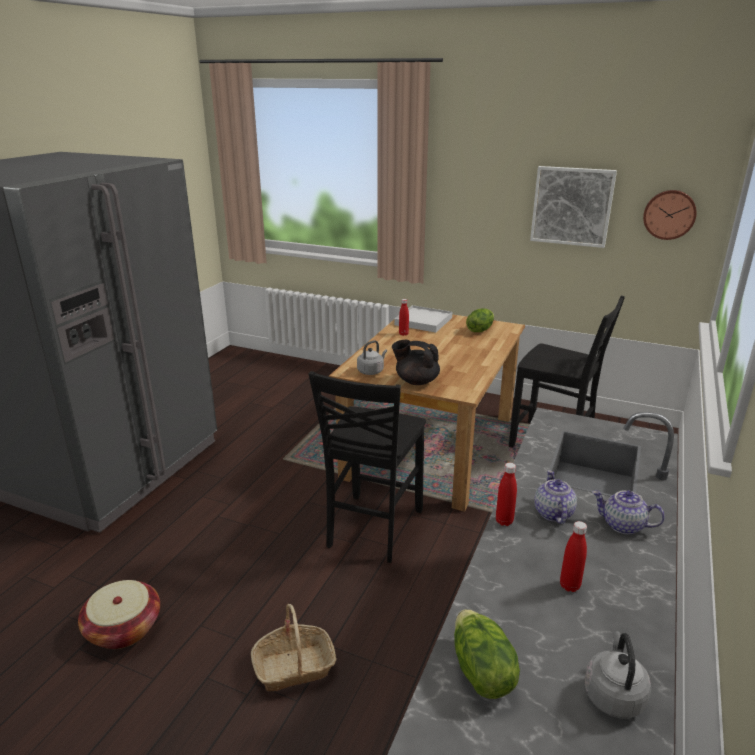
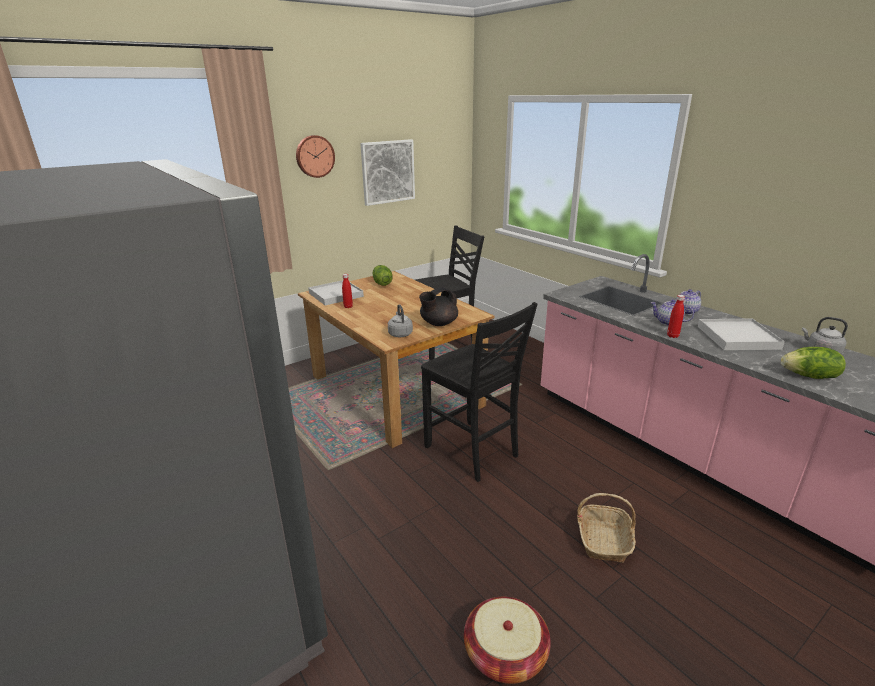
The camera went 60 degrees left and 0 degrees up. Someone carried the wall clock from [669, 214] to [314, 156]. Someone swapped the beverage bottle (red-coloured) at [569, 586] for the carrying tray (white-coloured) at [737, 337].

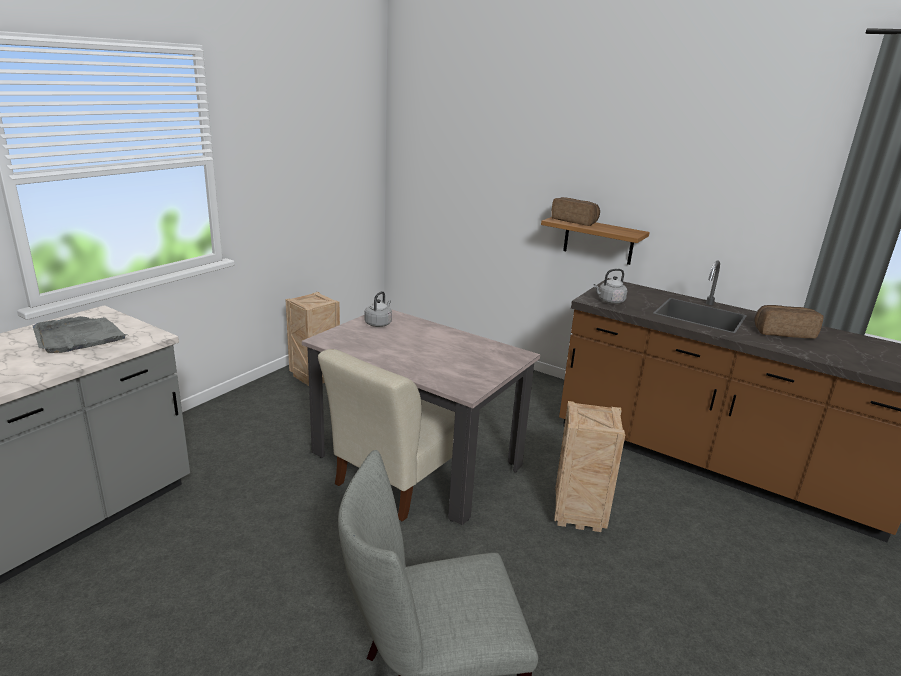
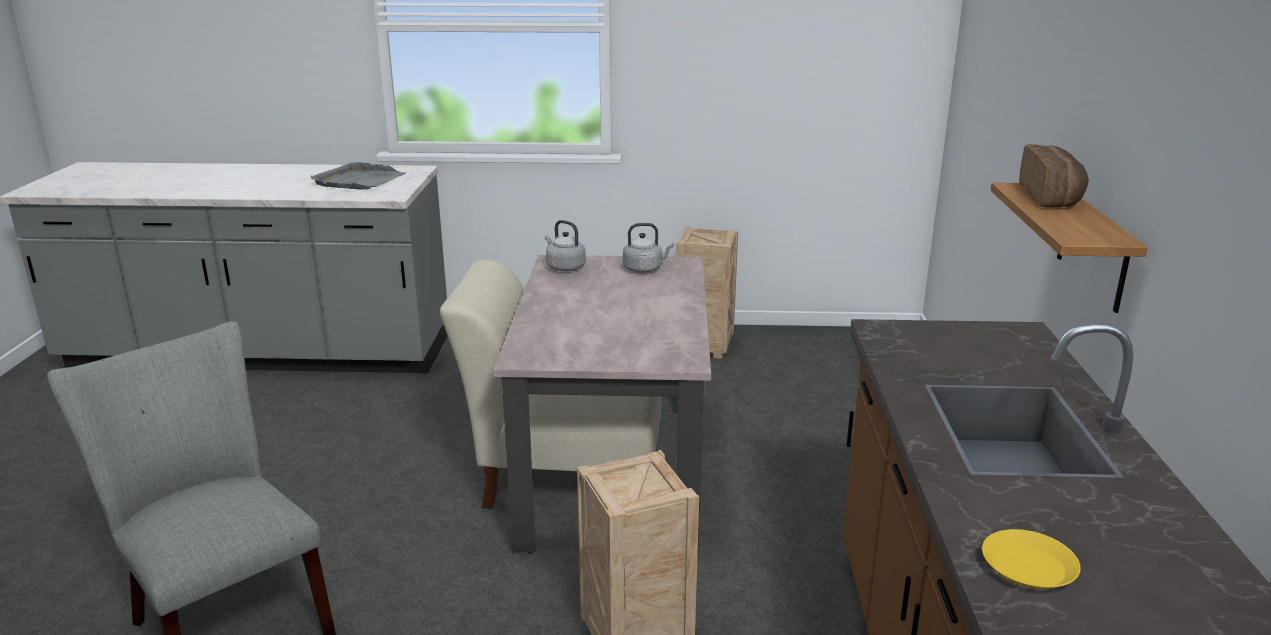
The camera went 60 degrees right and 0 degrees up. Someone carried the kettle (grey) from [609, 301] to [564, 267]. Someone took away the bakery bread at [783, 332]. Someone put down the flat dish (yellowish) at [1027, 566].

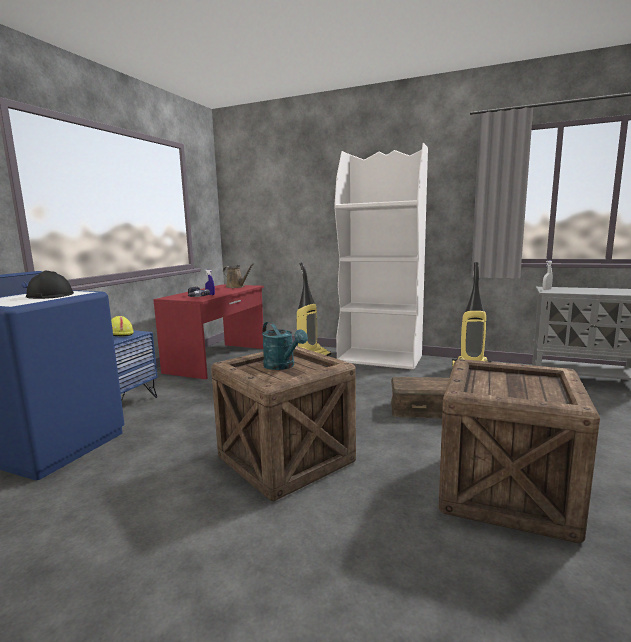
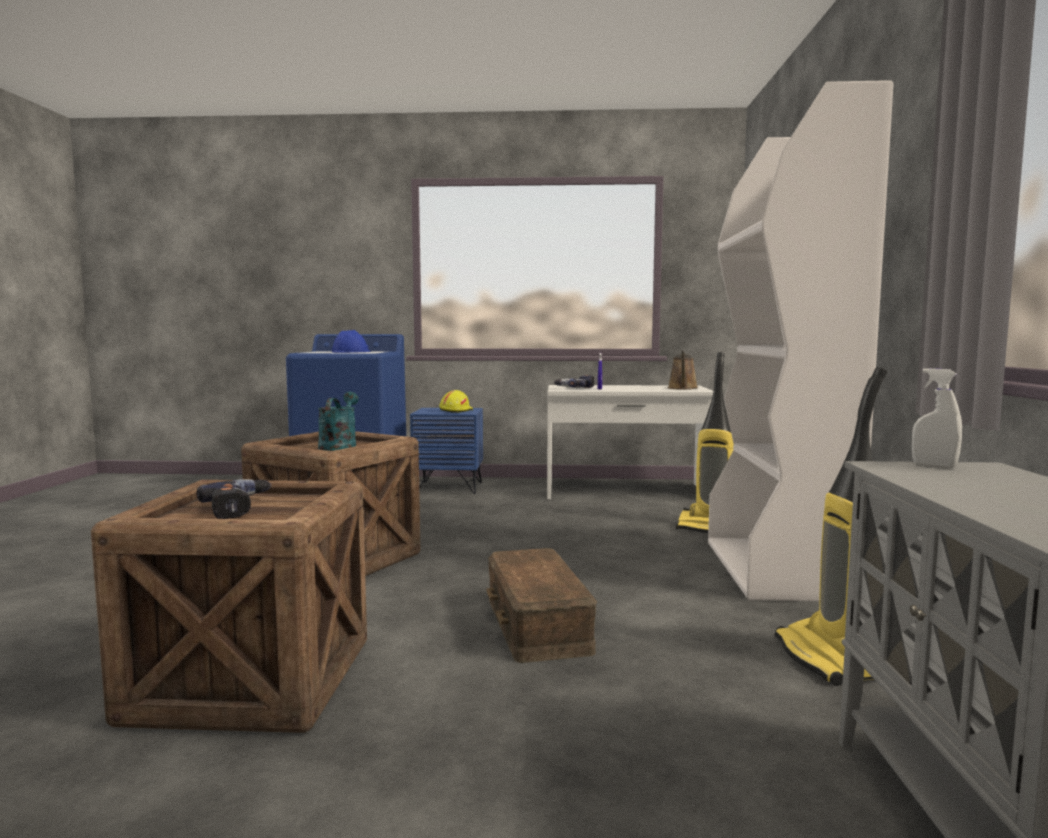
The camera went 70 degrees right and 5 degrees down. Someone repainted the safety helmet (blackish) at [50, 295], which became the safety helmet (blue) at [351, 352]. Someone repainted the desk (red-coloured) at [218, 360], which became the desk (white-coloured) at [625, 491]. Someone rotated the watering can (blue-green) at [282, 366] by 150 degrees clockwise. Someone put down the power drill at [240, 509].

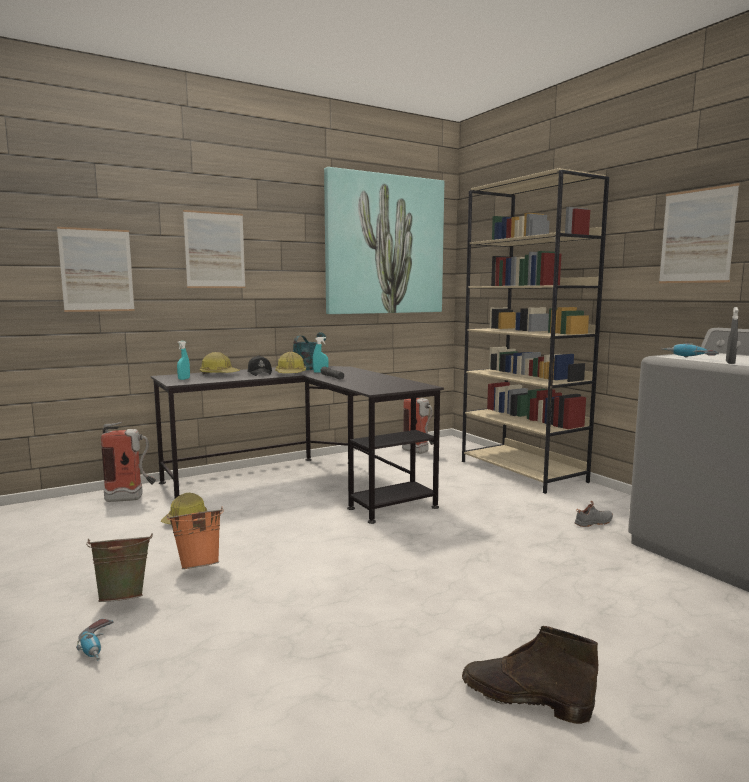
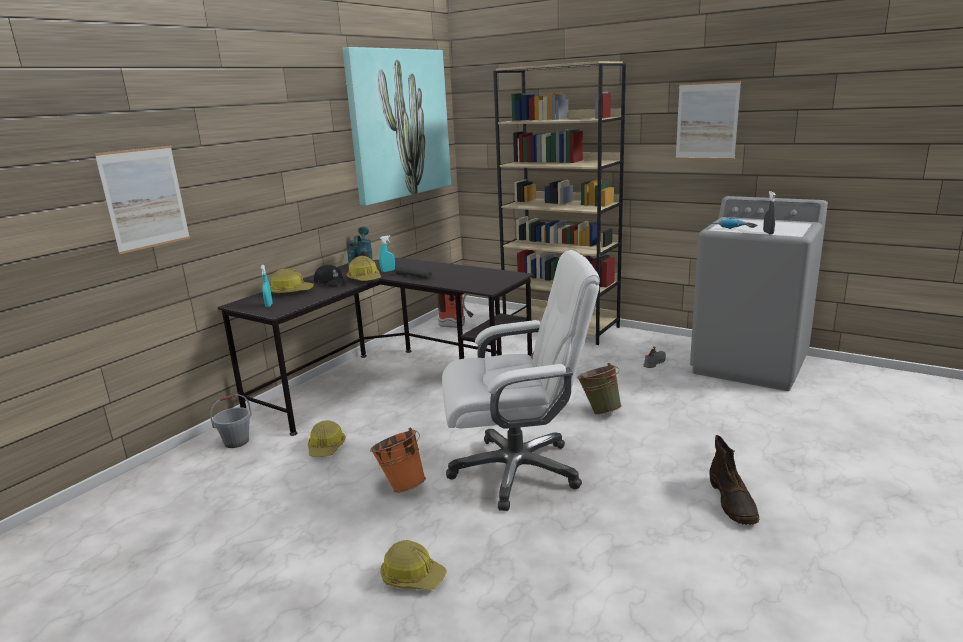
The camera went 25 degrees left and 10 degrees up. Someone took away the wall picture at [215, 250]. Someone swapped the fire extinguisher at [131, 498] for the pail (grey) at [236, 441]. Someone carried the pail (green-coloured) from [124, 597] to [599, 410]. Someone swapped the power drill at [98, 647] for the safety helmet at [412, 576]. Someone rotated the boot (brownish) at [523, 698] by 90 degrees counterclockwise. Someone put down the desk chair (white-coloured) at [517, 470].

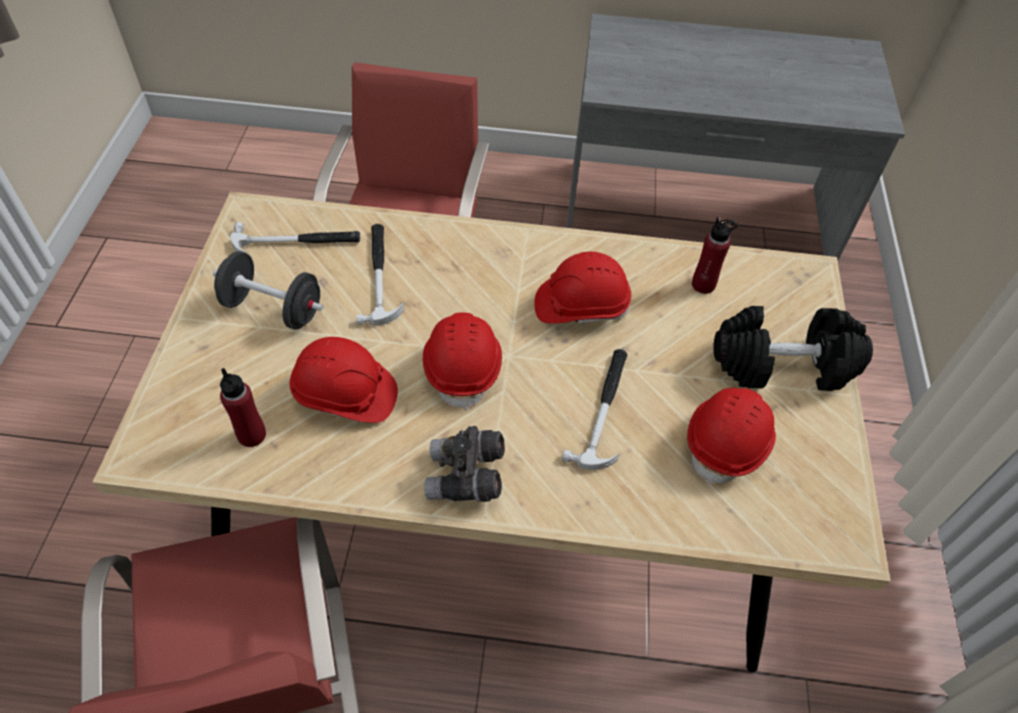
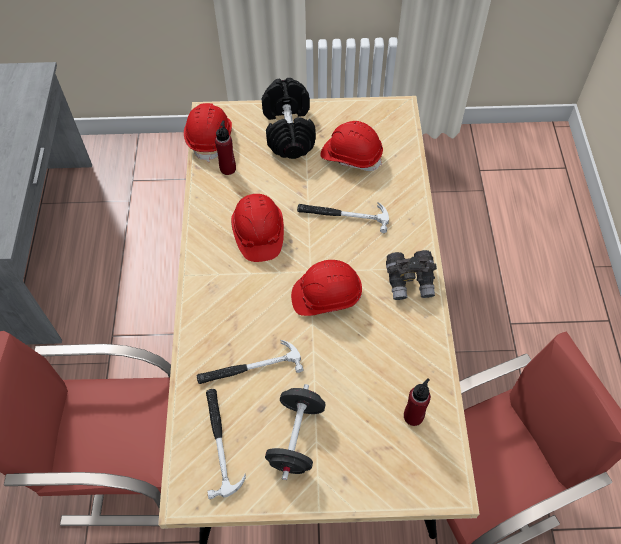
The camera went 95 degrees left and 5 degrees up. Someone carried the safety helmet (red-coloured) from [345, 395] to [210, 138].

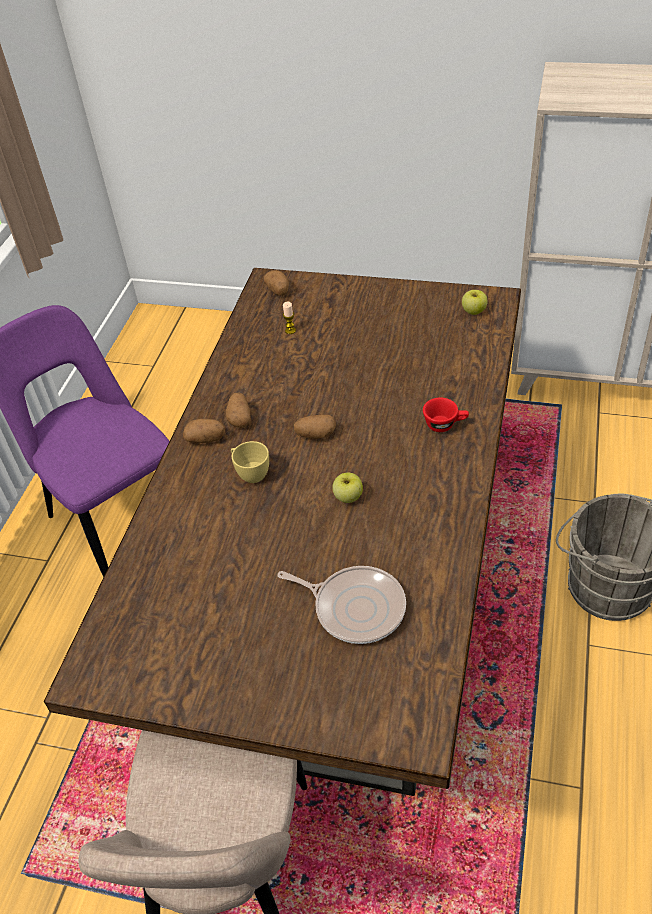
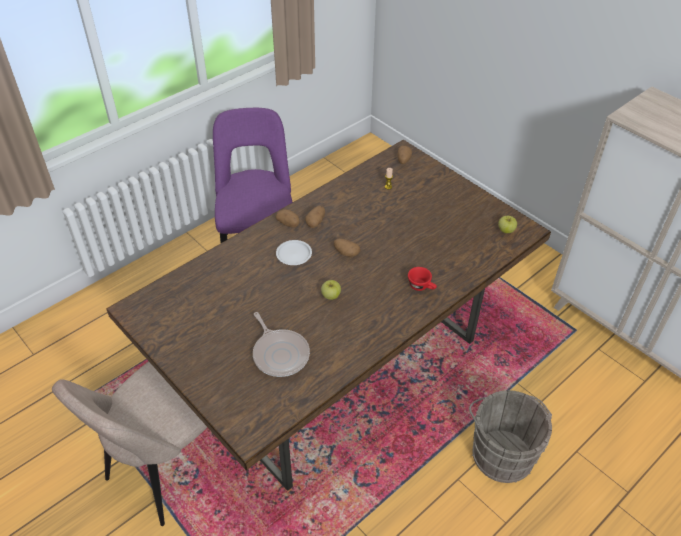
The camera went 30 degrees right and 0 degrees up. Someone swapped the small cup (yellowish) at [250, 473] for the flat dish (white-coloured) at [293, 254].

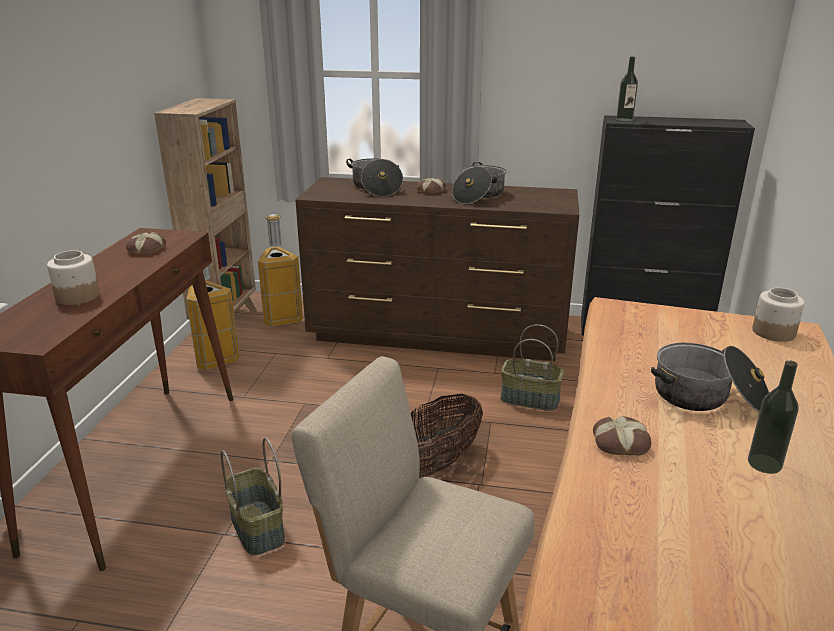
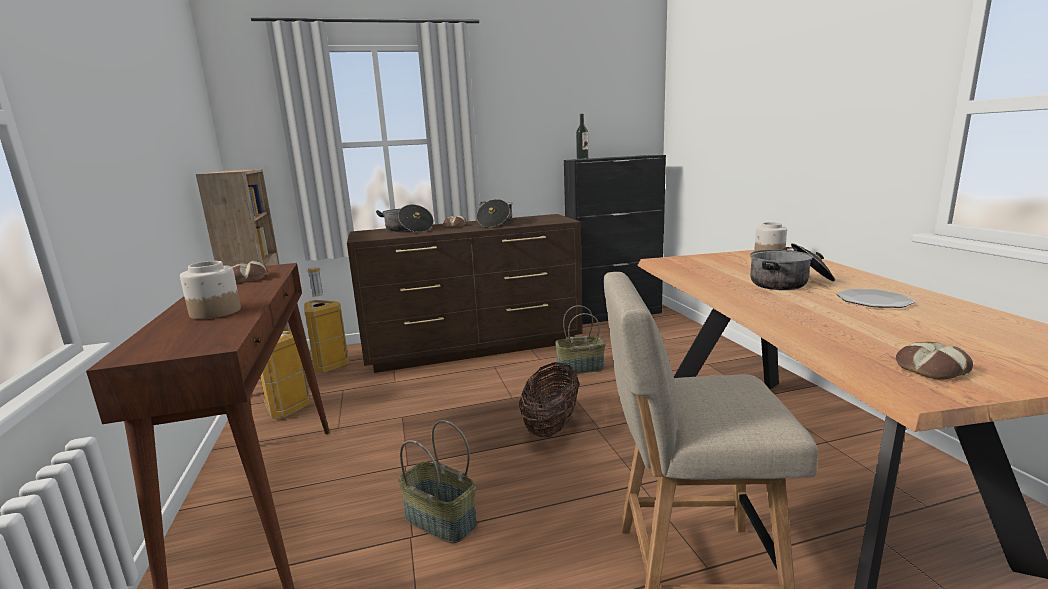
The camera went 25 degrees left and 10 degrees down. Someone swapped the beverage bottle at [764, 463] for the flat dish at [873, 300]. Someone carried the bakery bread from [620, 442] to [930, 368].

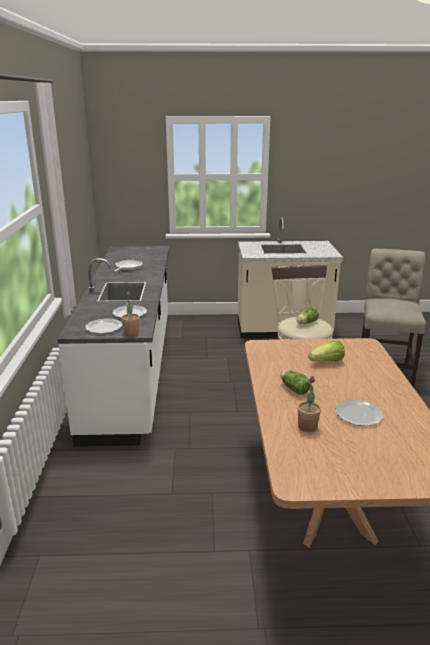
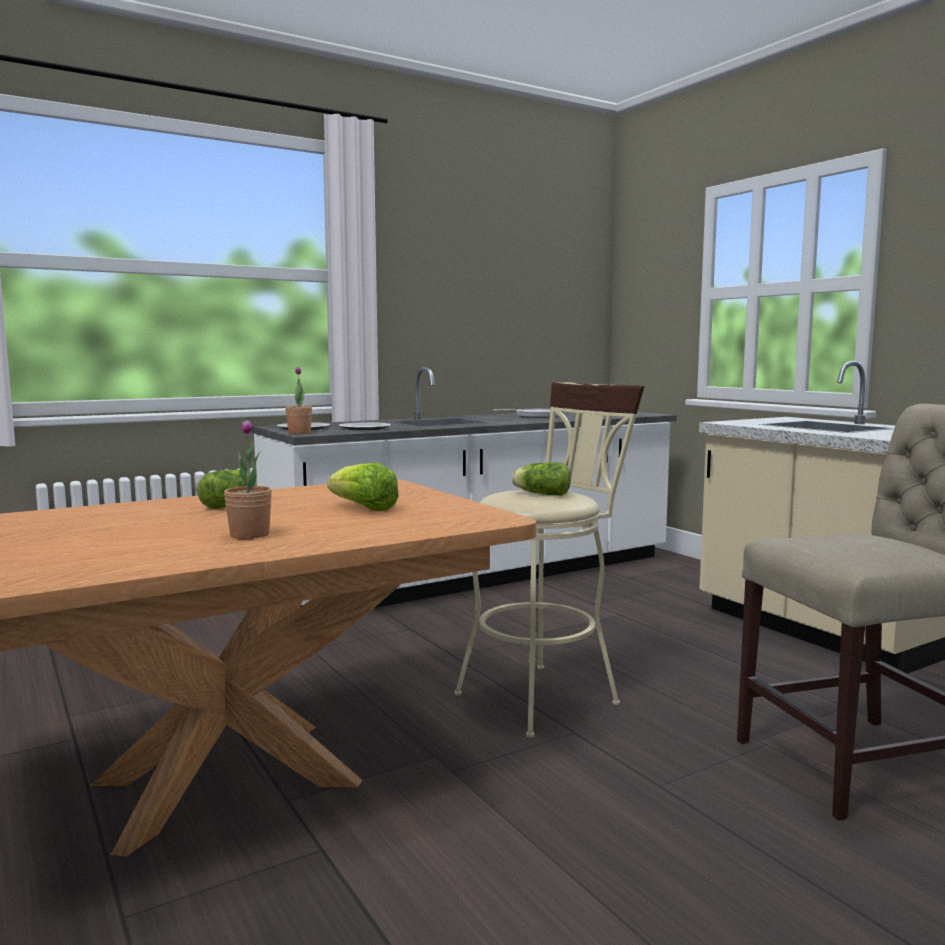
The camera went 60 degrees right and 15 degrees down. Someone carried the plant in a pot from [307, 427] to [249, 535]. Someone took away the flat dish at [358, 415].

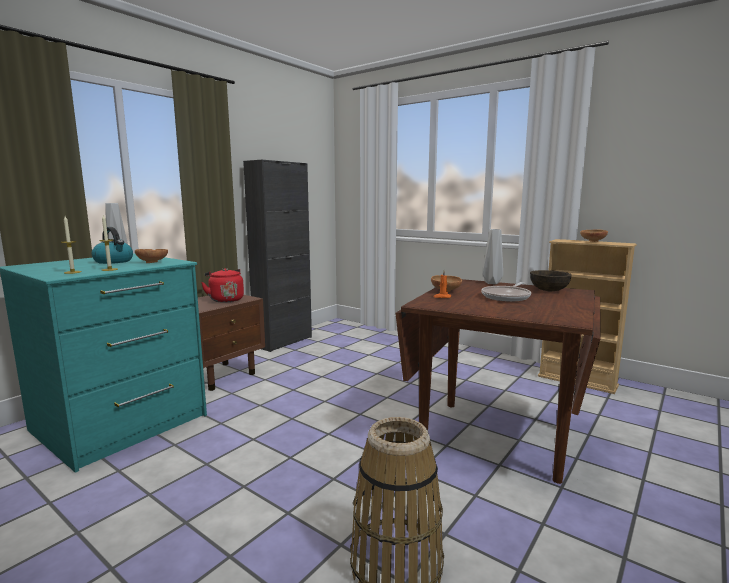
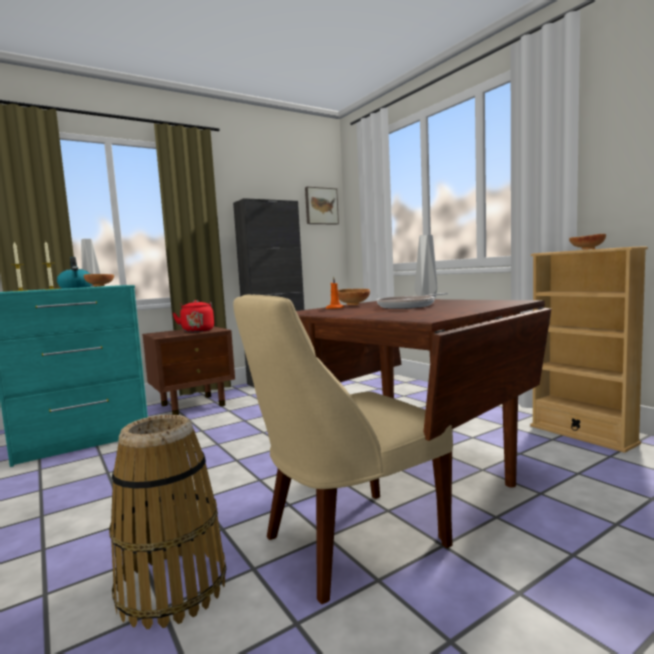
The camera went 20 degrees right and 5 degrees down. Someone took away the bowl (brownish) at [548, 290]. Someone put up the wall picture at [321, 206]. Someone put down the chair (beige) at [347, 543].

